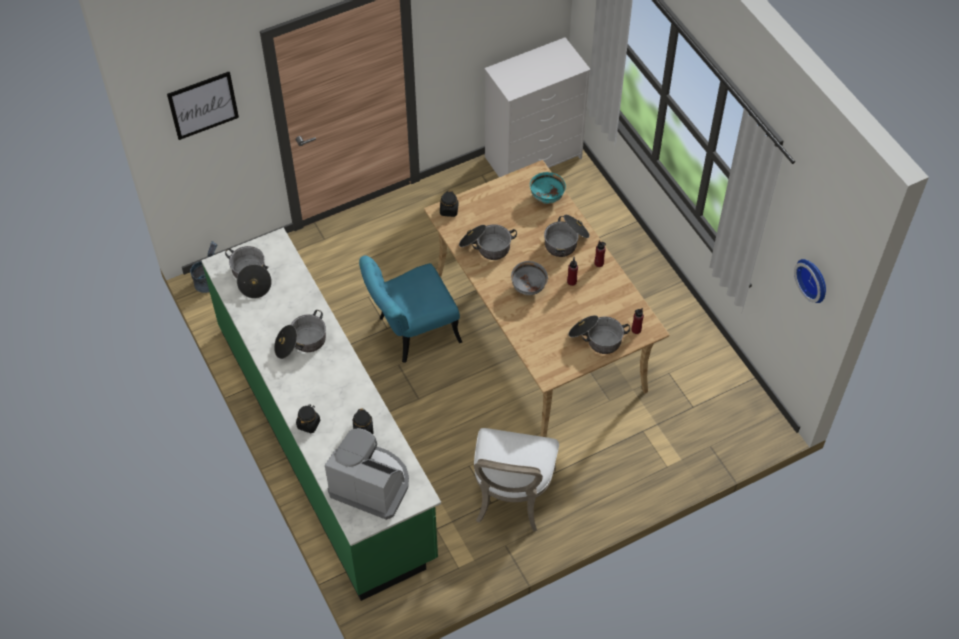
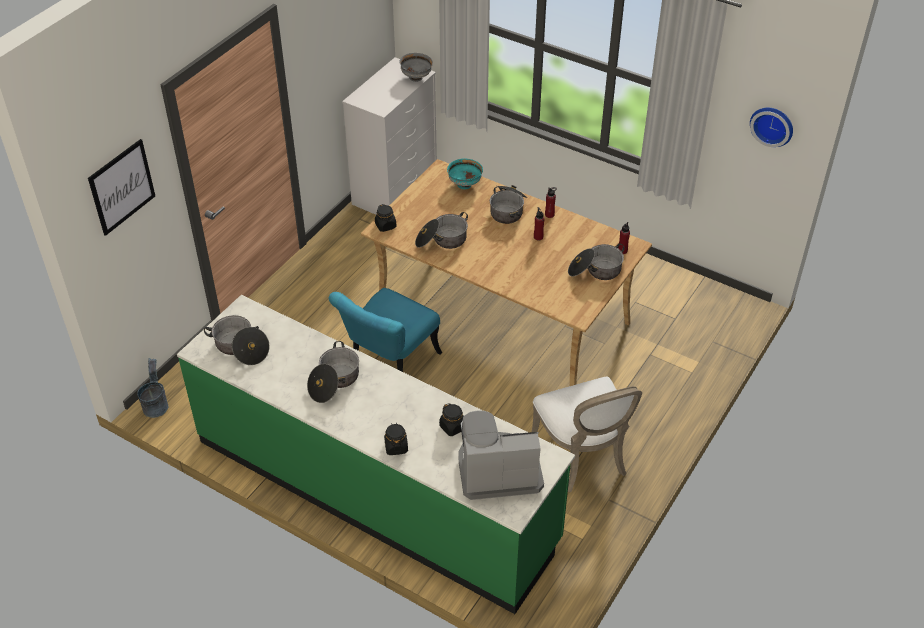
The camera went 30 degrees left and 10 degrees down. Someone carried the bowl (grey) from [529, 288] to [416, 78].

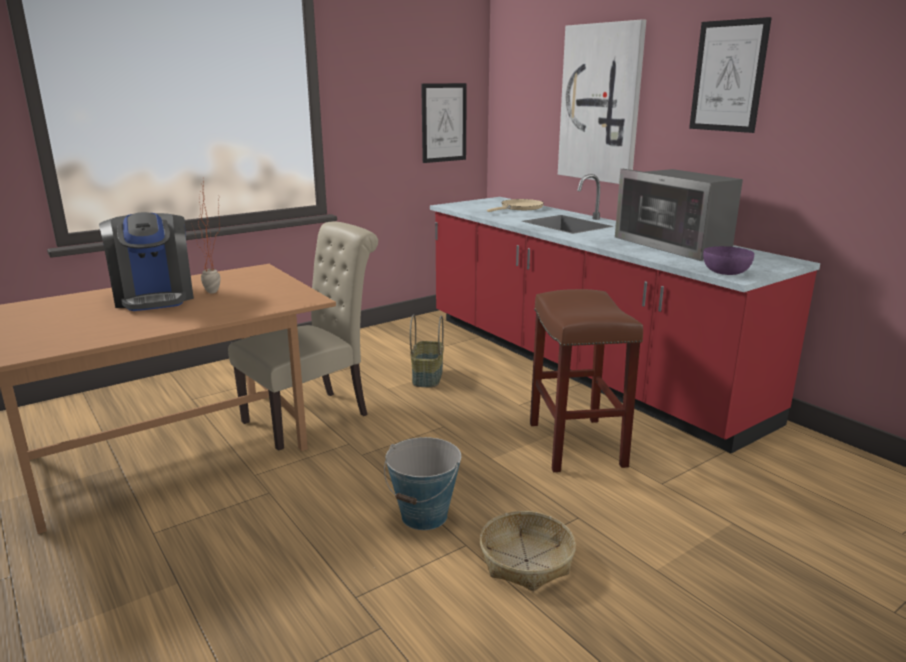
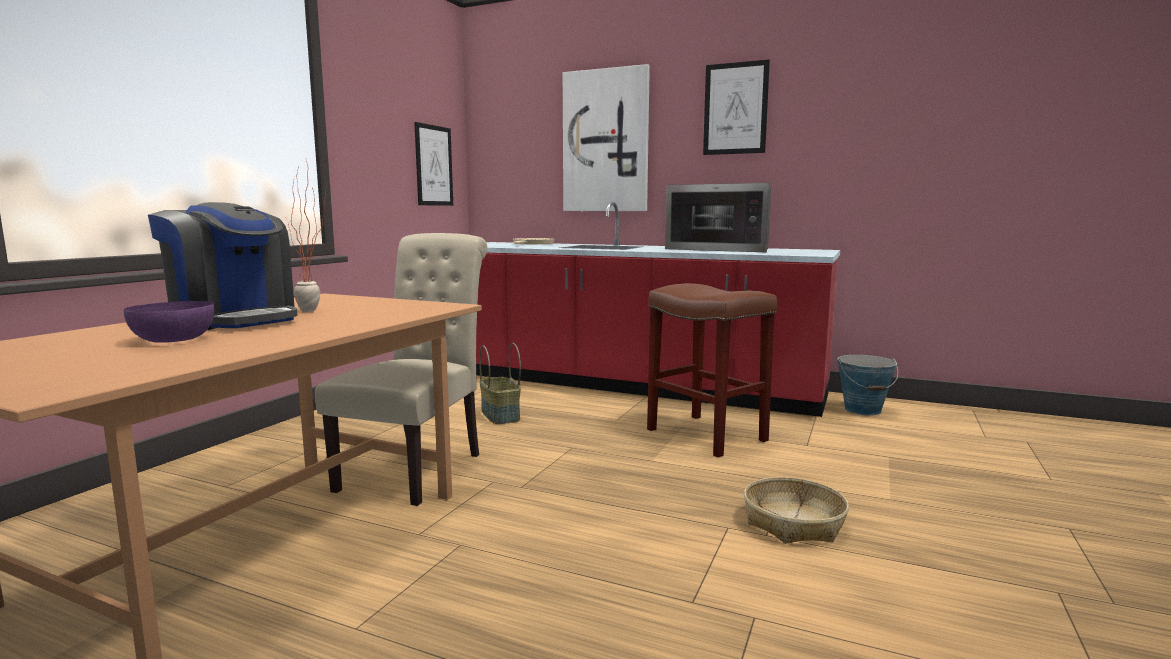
The camera went 30 degrees left and 10 degrees down. Someone carried the bowl (purple-coloured) from [725, 272] to [173, 340]. Someone carried the pail from [424, 516] to [863, 410].

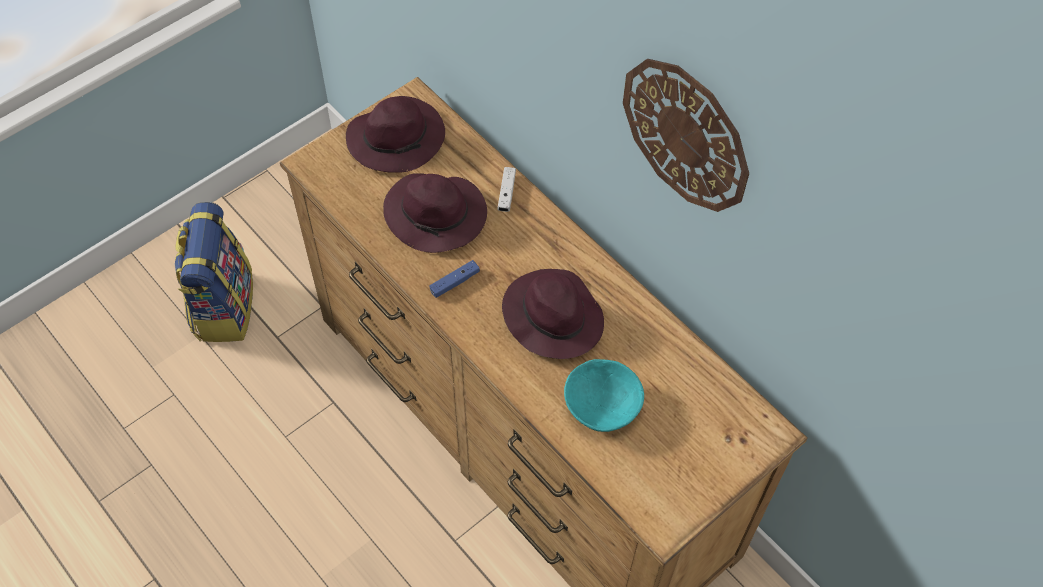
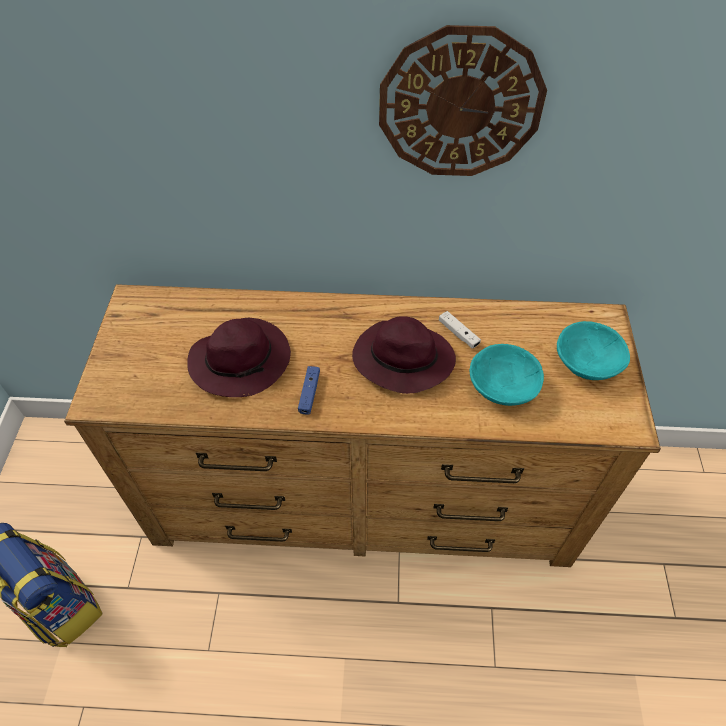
The camera went 45 degrees left and 5 degrees down. Someone took away the hat (purple-coloured) at [397, 138]. Someone carried the gamepad (white-coloured) from [506, 193] to [458, 334]. Someone put down the bowl (blue-green) at [585, 364].

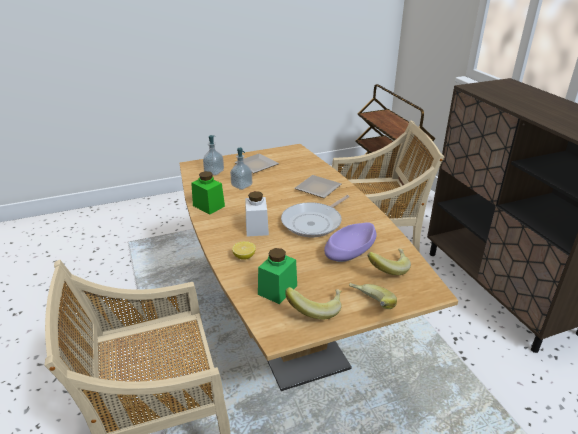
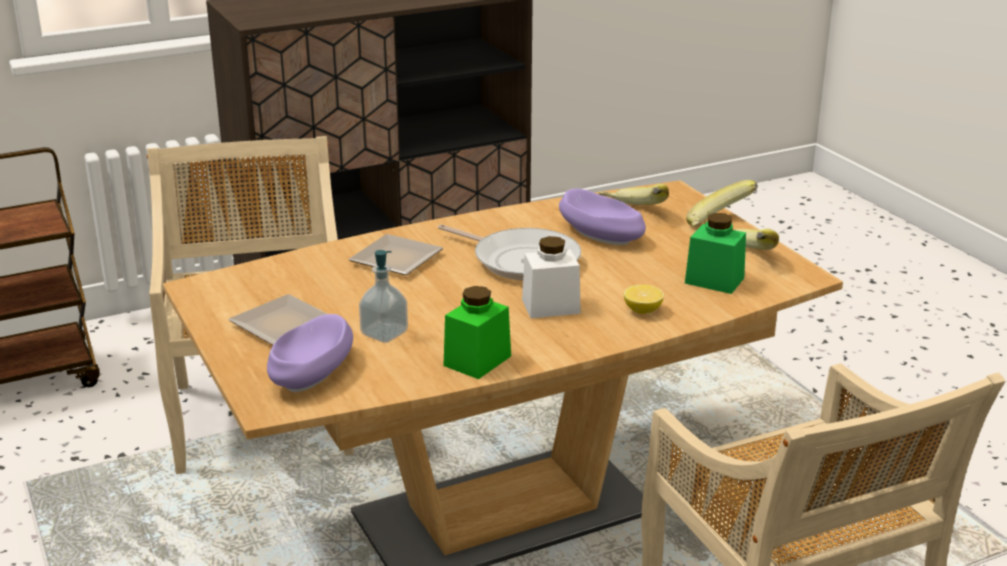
The camera went 95 degrees left and 5 degrees down. Someone swapped the liquid soap bottle at [214, 172] for the bowl (purple-coloured) at [312, 373].

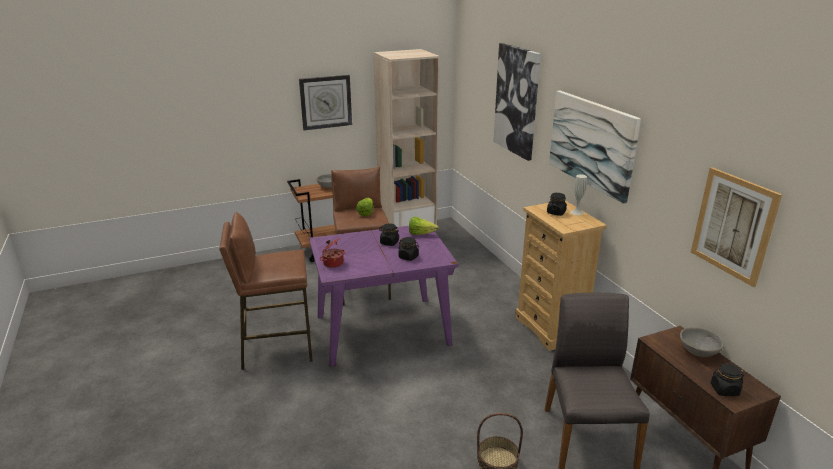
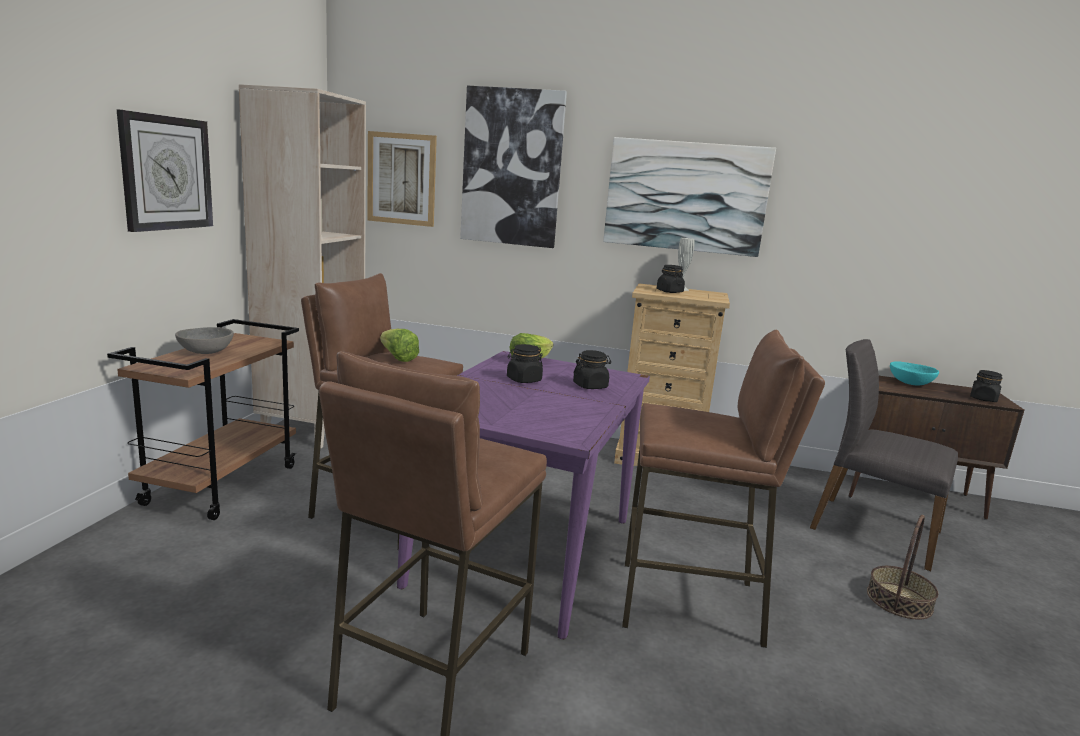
The camera went 55 degrees left and 10 degrees down. Someone carried the wall picture from [733, 225] to [401, 179]. Someone took away the cooking pot at [333, 263]. Someone repainted the bowl (grey) at [699, 351], which became the bowl (blue-green) at [910, 383]. Someone put down the stool (brownish) at [690, 603].

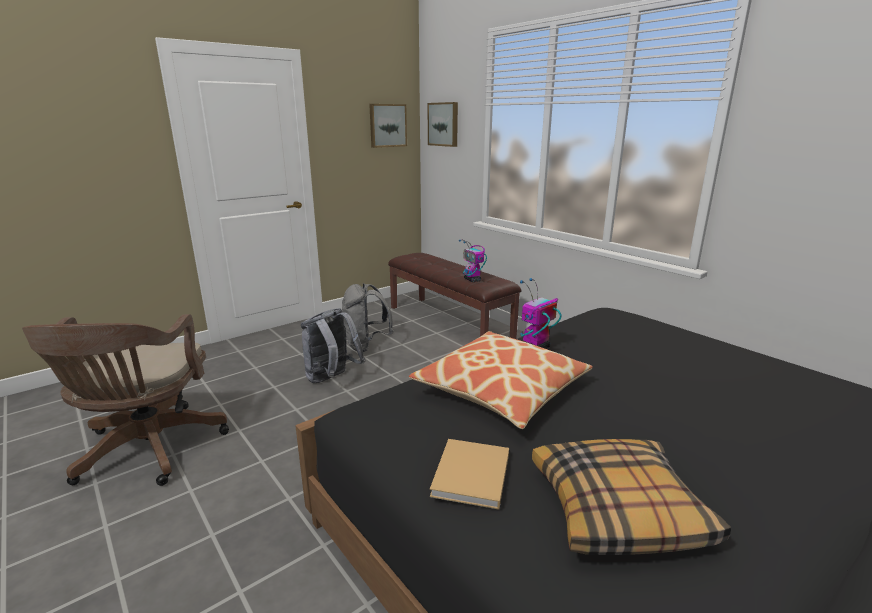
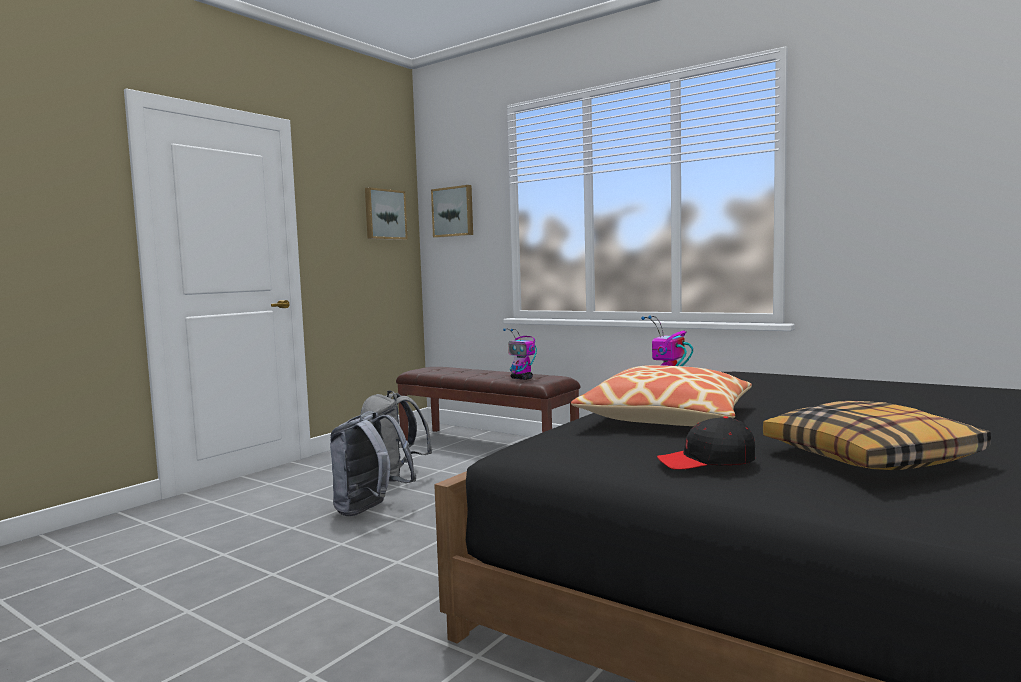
The camera went 15 degrees left and 15 degrees down. Someone took away the desk chair (brownish) at [148, 451]. Someone swapped the volume (beige) at [471, 477] for the cap (blackish) at [707, 461].

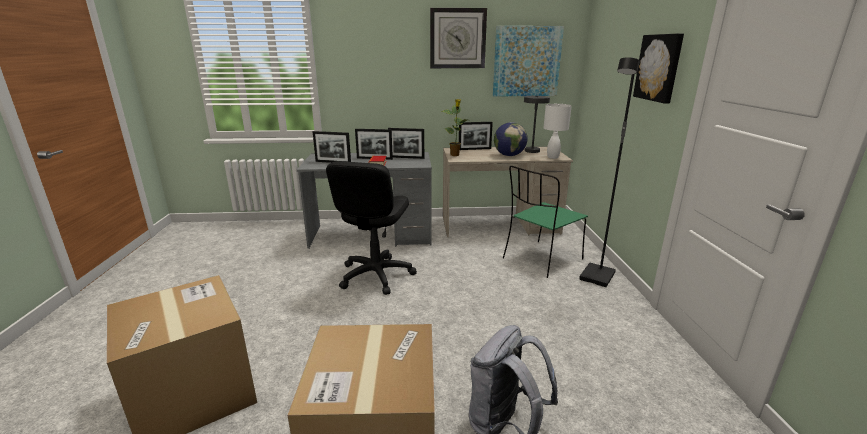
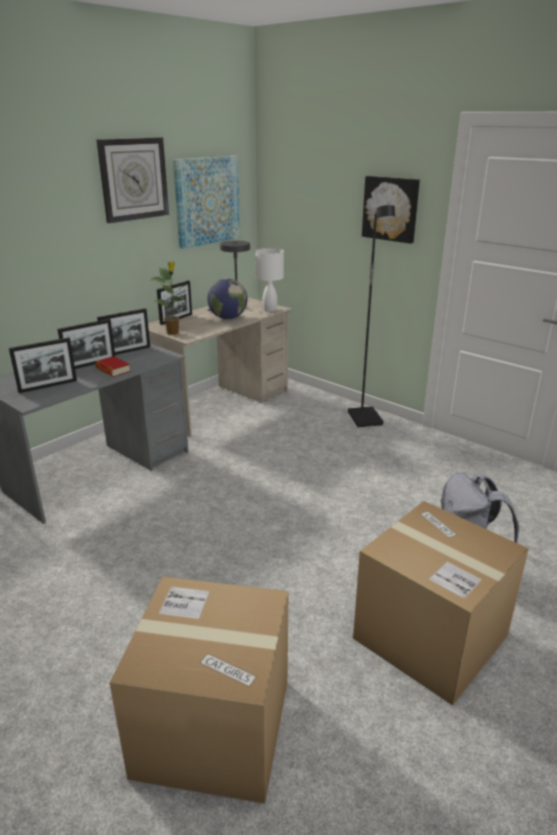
The camera went 45 degrees left and 5 degrees up. Someone took away the desk chair (blackish) at [375, 275]. Someone took away the chair (green-coloured) at [541, 259].

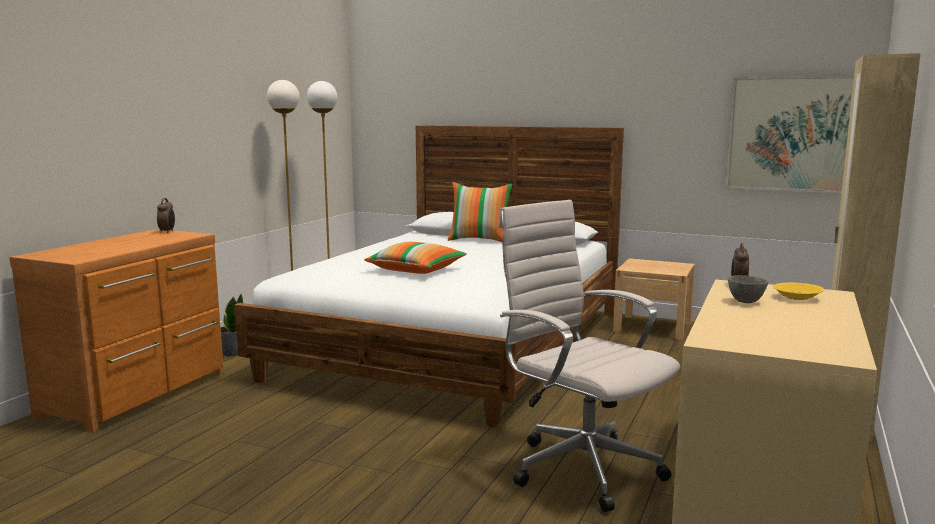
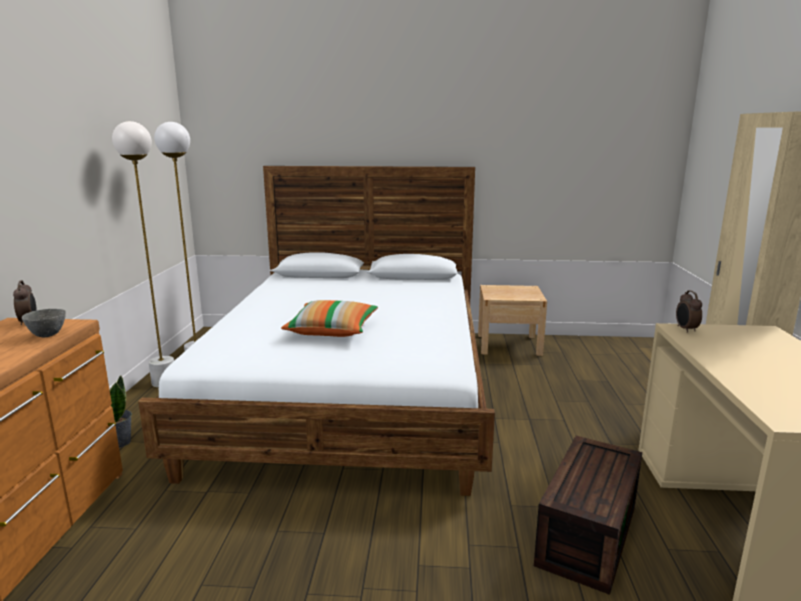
The camera went 20 degrees left and 5 degrees up. Someone took away the wall picture at [789, 134]. Someone took away the pillow at [479, 240]. Someone swapped the desk chair (white-coloured) at [580, 467] for the storage bin (brownish) at [585, 533]. Someone carried the bowl (grey) from [745, 301] to [47, 335]. Someone took away the bowl (yellowish) at [797, 298].

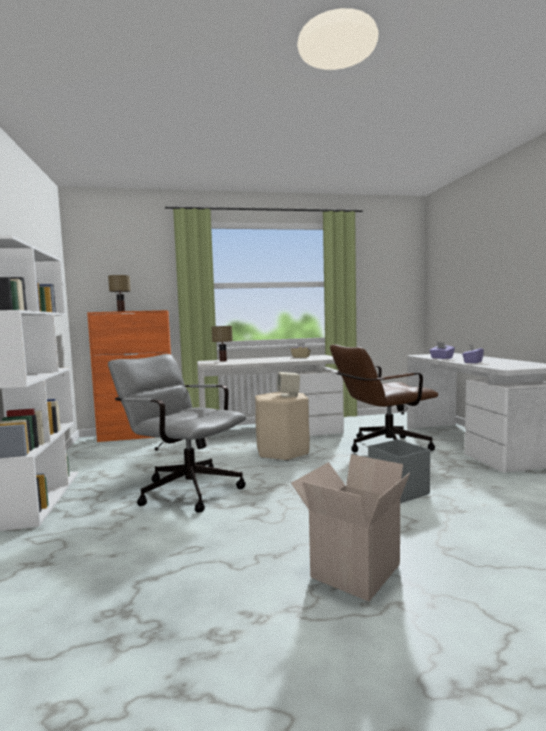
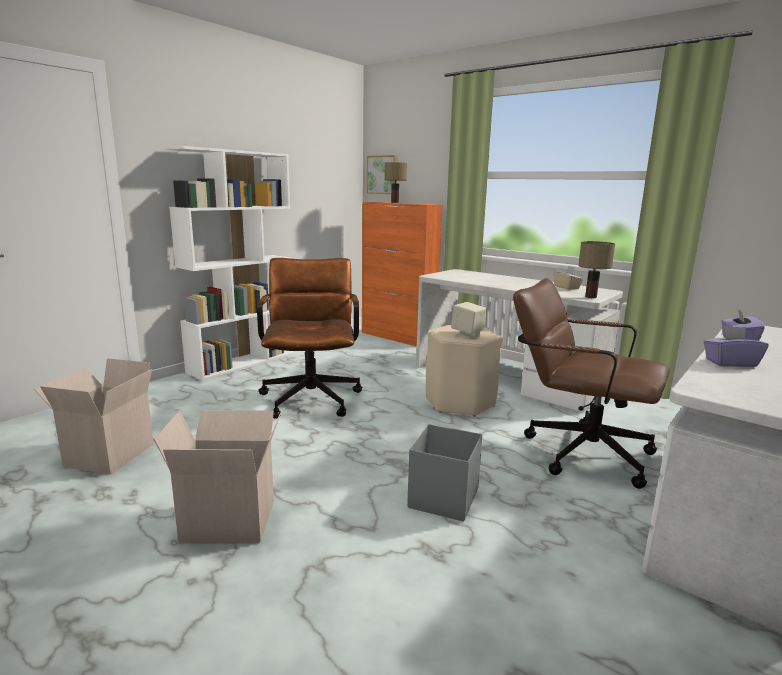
The camera went 50 degrees right and 10 degrees up. Someone carried the lamp for a table from [223, 361] to [591, 297]. Someone repainted the desk chair (grey) at [183, 489], which became the desk chair (brownish) at [311, 396]. Someone put up the wall picture at [383, 175]. Someone put down the carton at [109, 454].

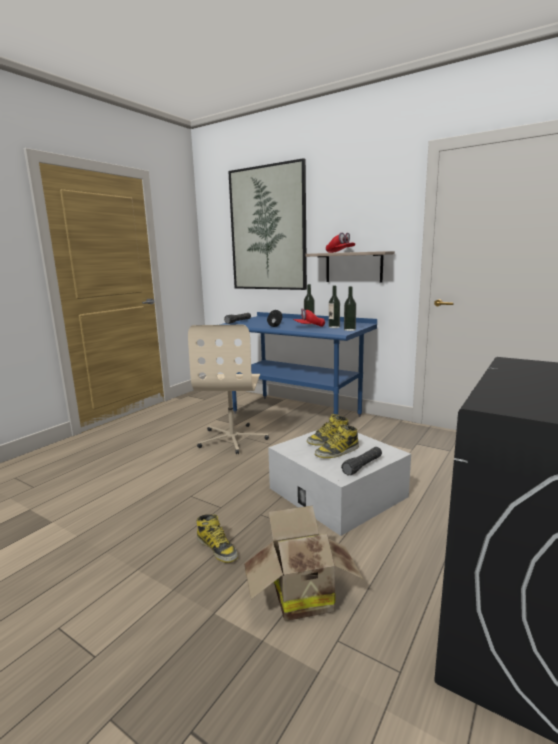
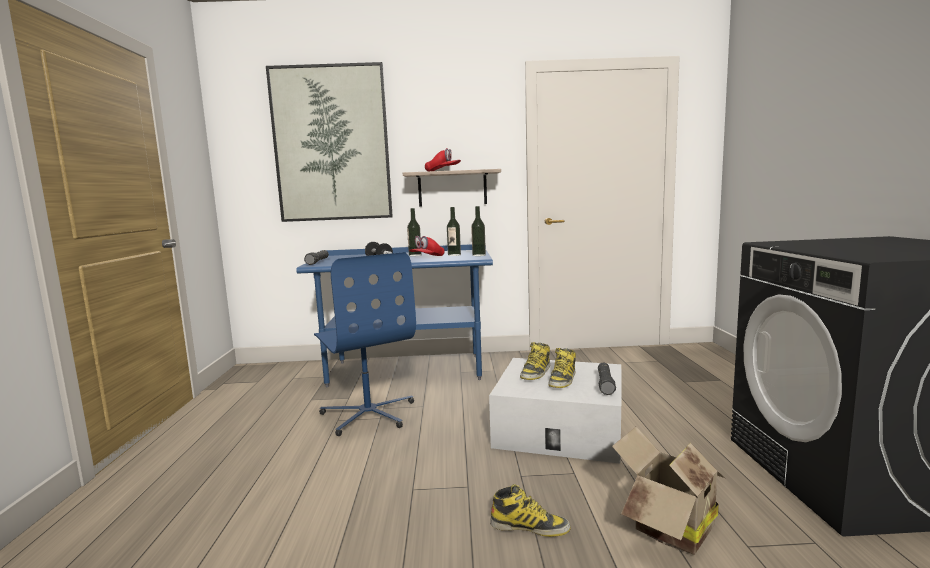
The camera went 35 degrees left and 5 degrees down. Someone repainted the desk chair (beige) at [233, 439], which became the desk chair (blue) at [369, 414].

